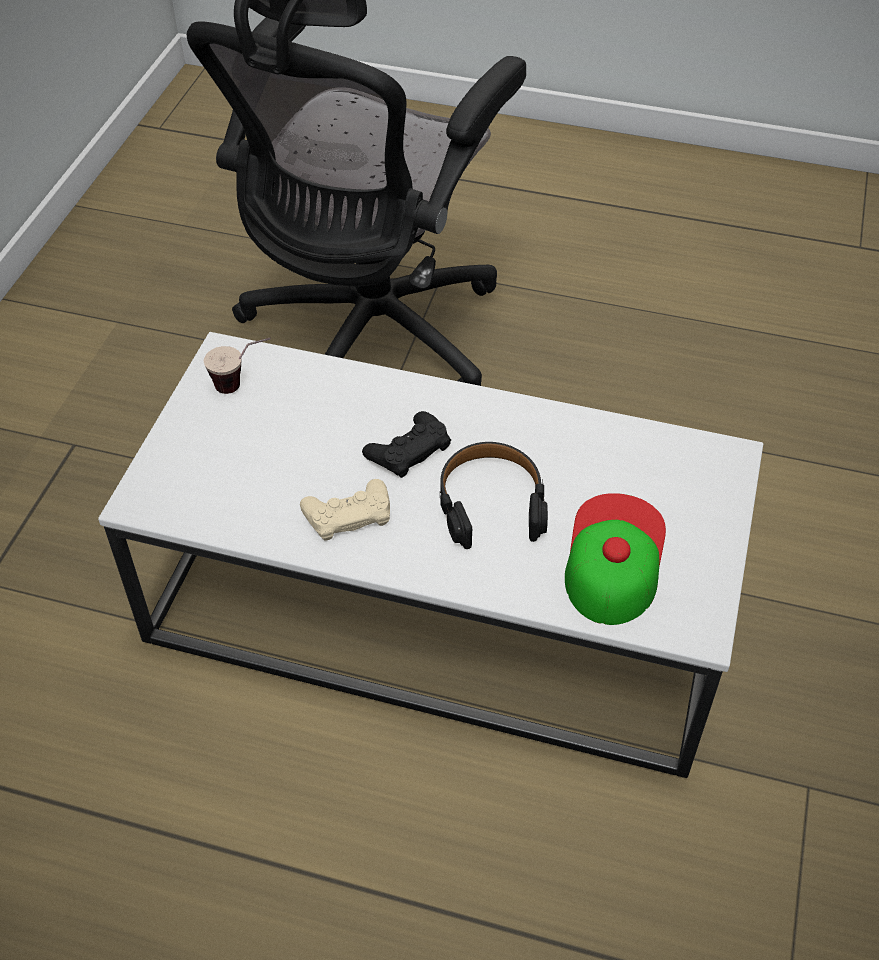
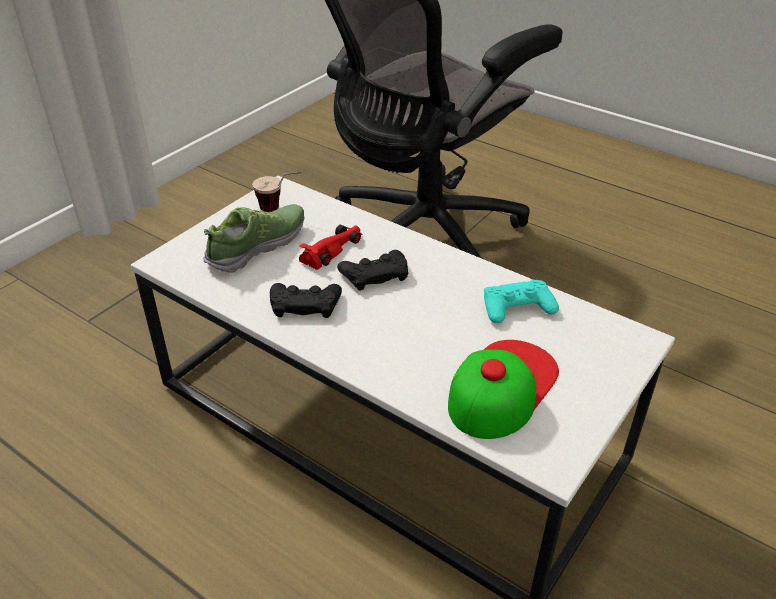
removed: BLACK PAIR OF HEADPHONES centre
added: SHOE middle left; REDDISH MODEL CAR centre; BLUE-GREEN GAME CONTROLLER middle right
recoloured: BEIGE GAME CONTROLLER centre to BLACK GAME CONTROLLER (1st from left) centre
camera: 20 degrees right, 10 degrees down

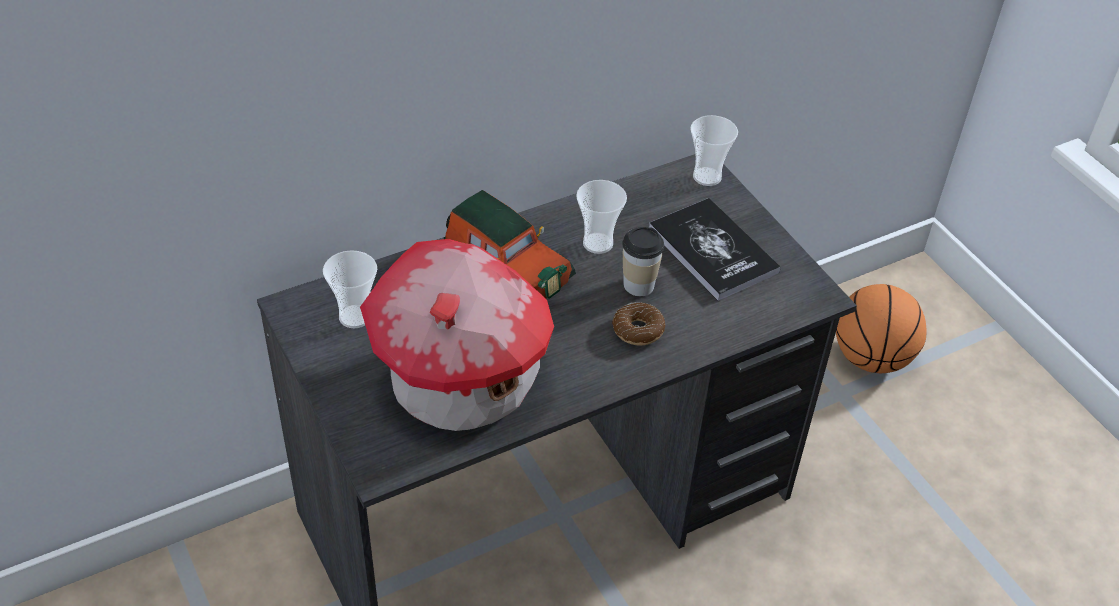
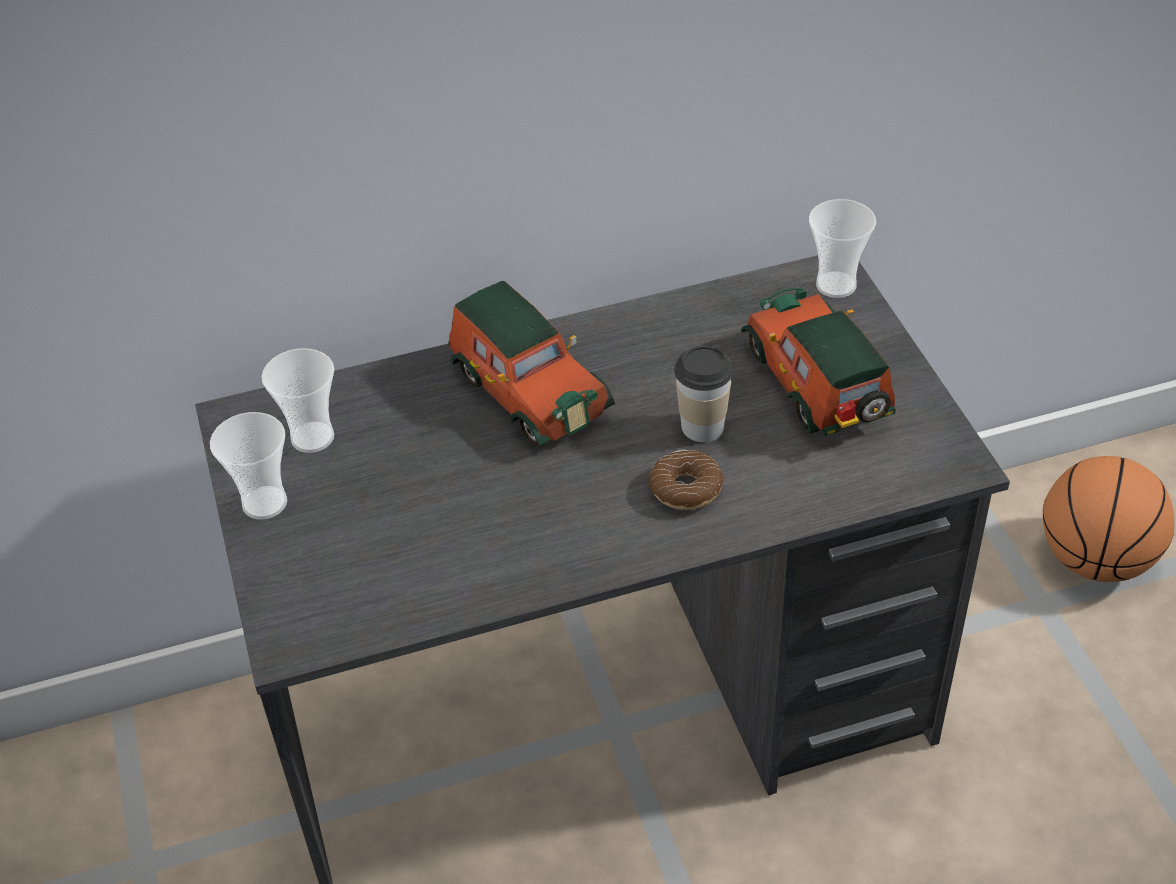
removed: TOY HOUSE centre
moved: CUP (2nd from left in the first image) centre to CUP (1st from left) middle left
replaced: BOOK centre to MODEL CAR (2nd from left) middle right
camera: 15 degrees right, 0 degrees up

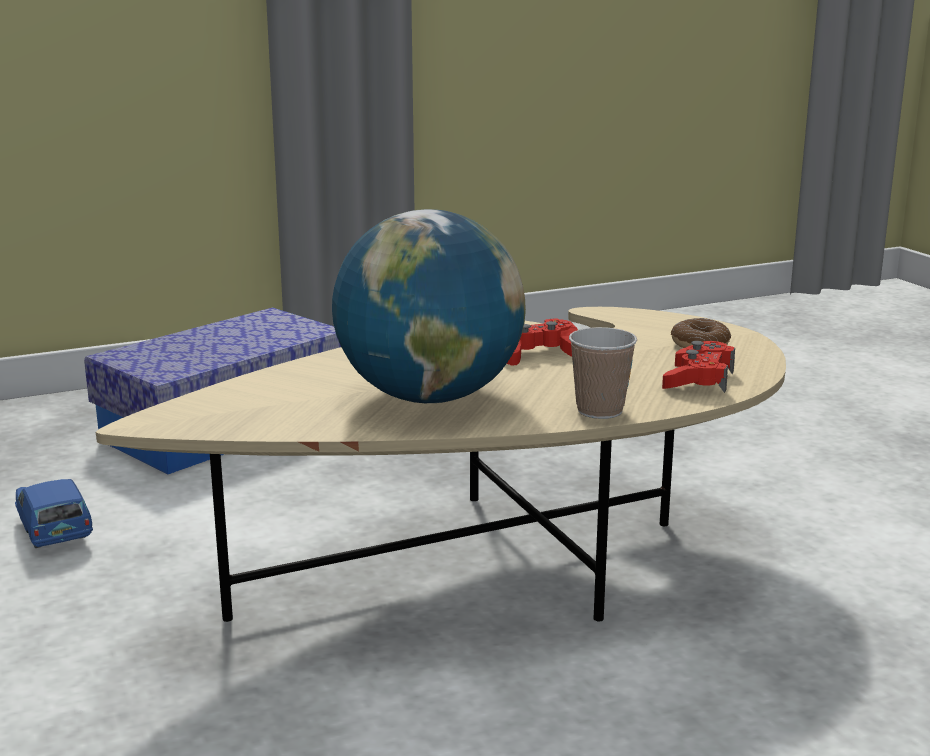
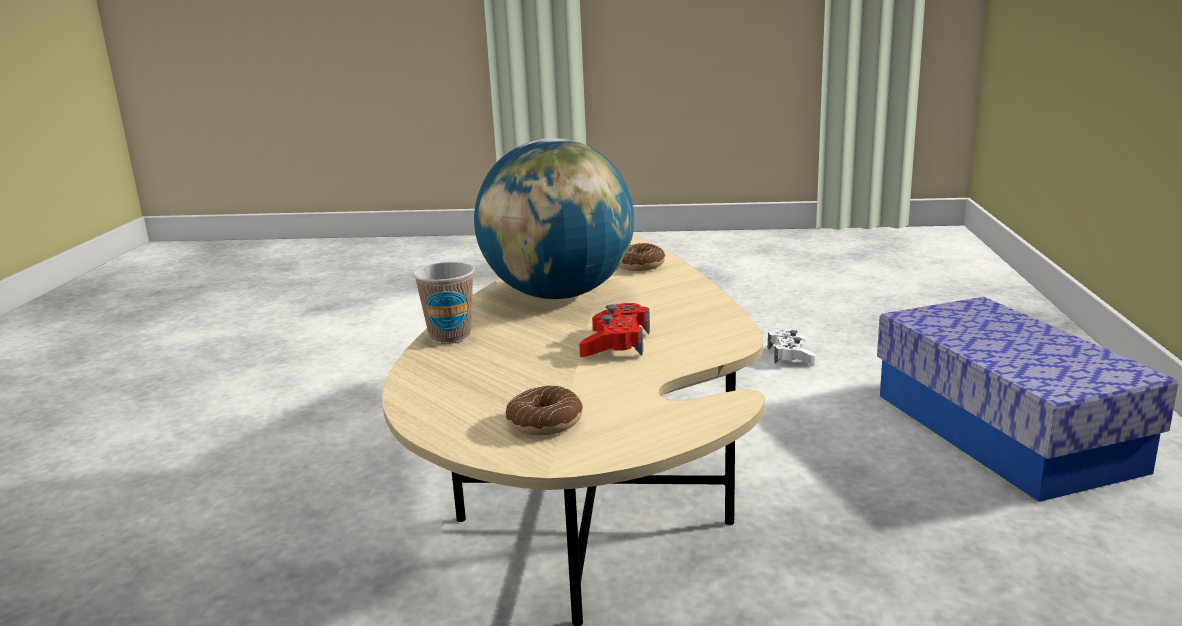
removed: REDDISH GAME CONTROLLER (2nd from left) middle right
added: DOUGHNUT (2nd from left) centre
replaced: BLUISH MODEL CAR bottom left to WHITE GAME CONTROLLER middle right
camera: 120 degrees right, 0 degrees up

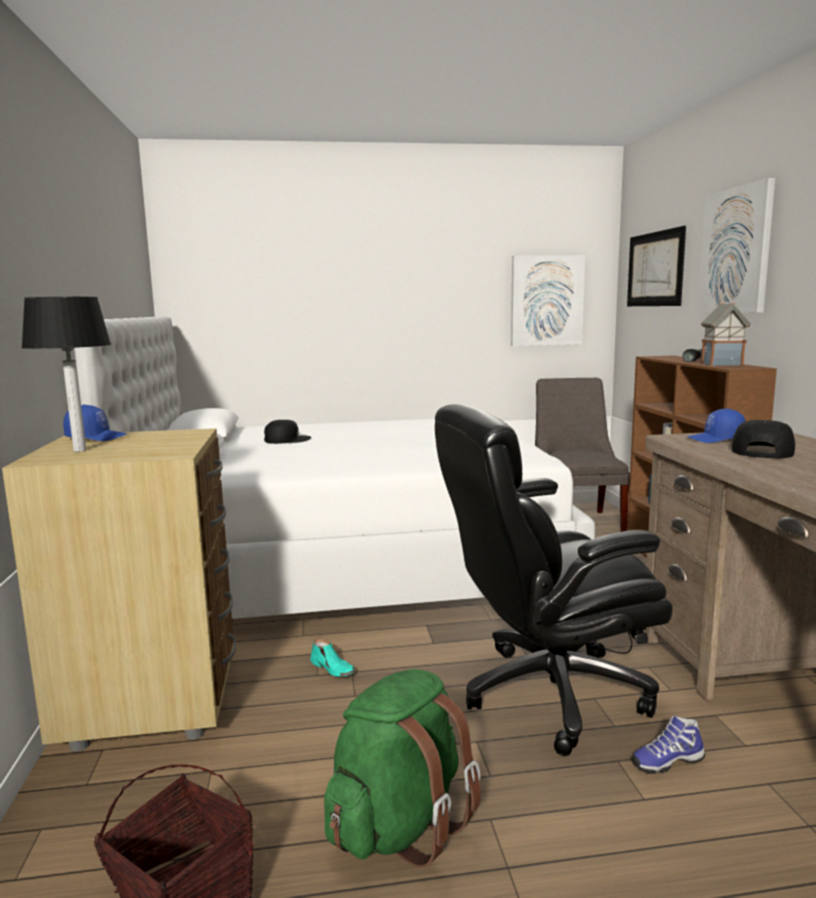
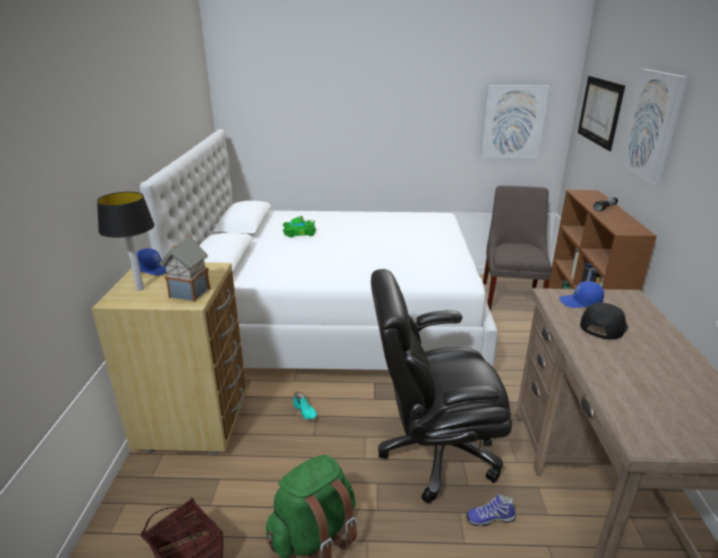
moved: TOY HOUSE middle right to middle left
replaced: BLACK CAP (1st from left) centre to GREEN-COLOURED MODEL CAR centre
camera: 10 degrees right, 15 degrees up

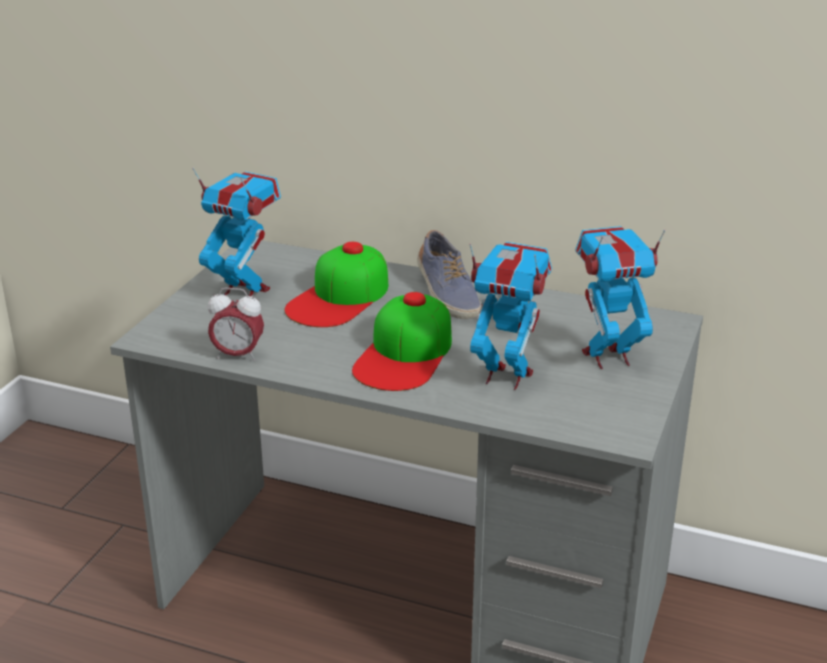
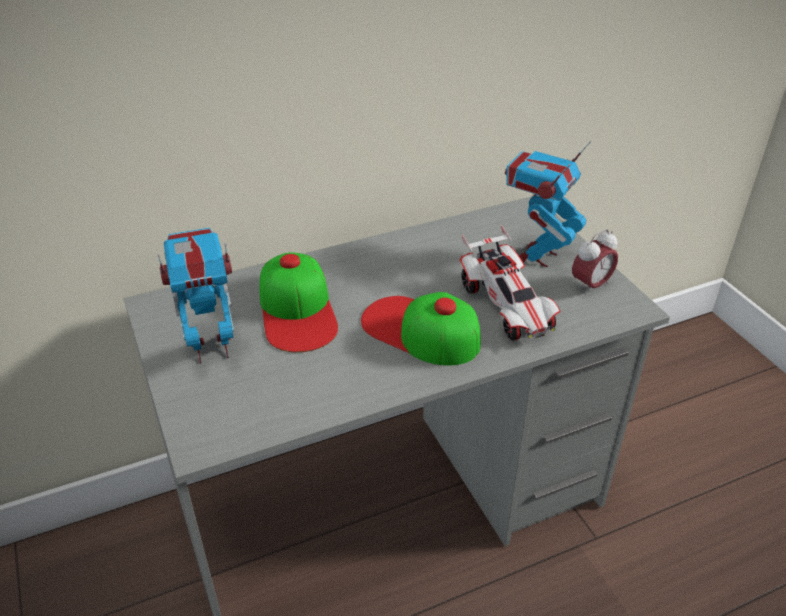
removed: SHOE centre
moved: BEDSIDE CLOCK middle left to middle right
replaced: ROBOT FIGURE (2nd from left) centre to MODEL CAR centre
turned: CAP (2nd from left) centre = centre 150 degrees clockwise
camera: 45 degrees left, 10 degrees up

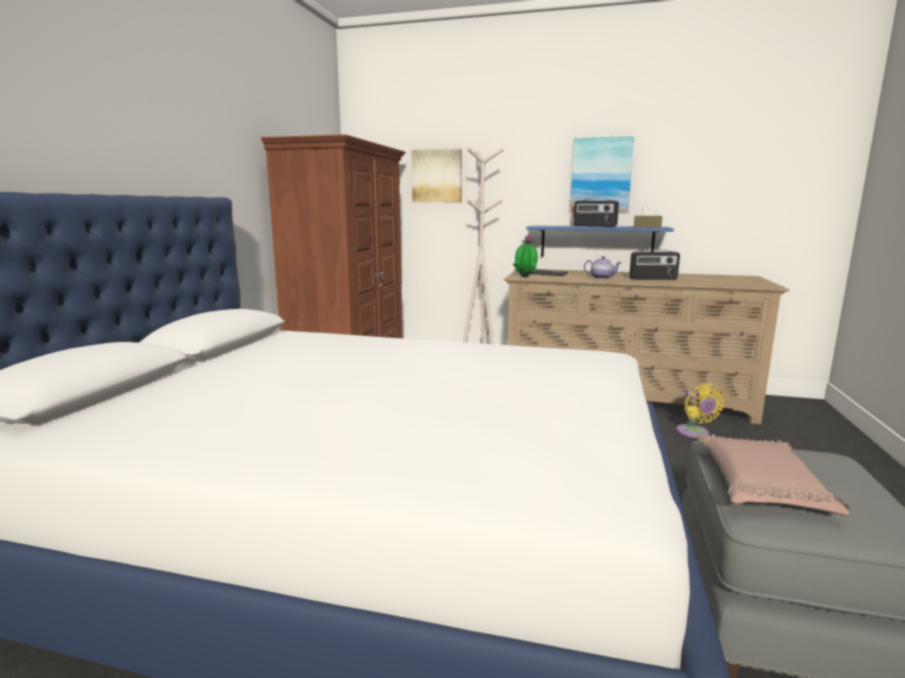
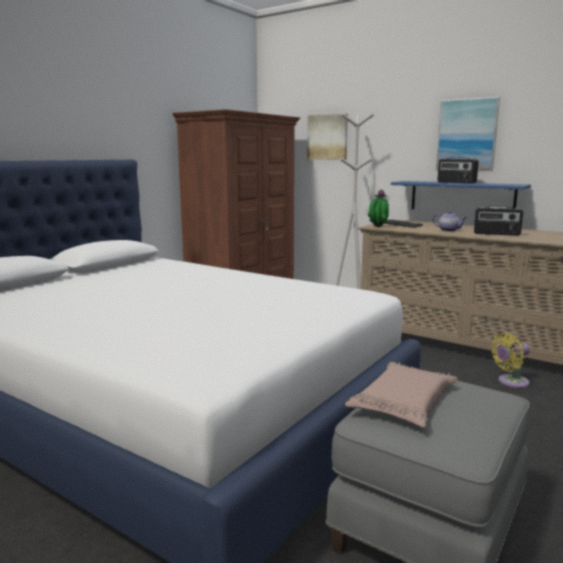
removed: BROWN-COLOURED TISSUE BOX top right
turned: YELLOW FAN middle right = middle right 60 degrees clockwise
camera: 20 degrees right, 0 degrees up

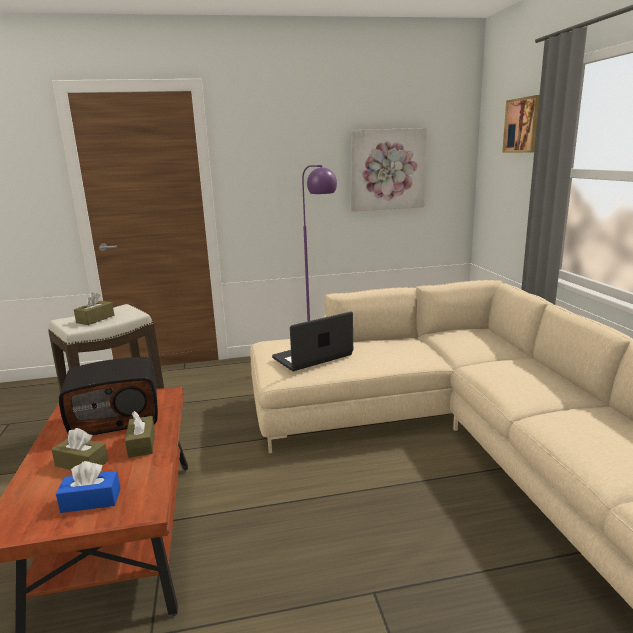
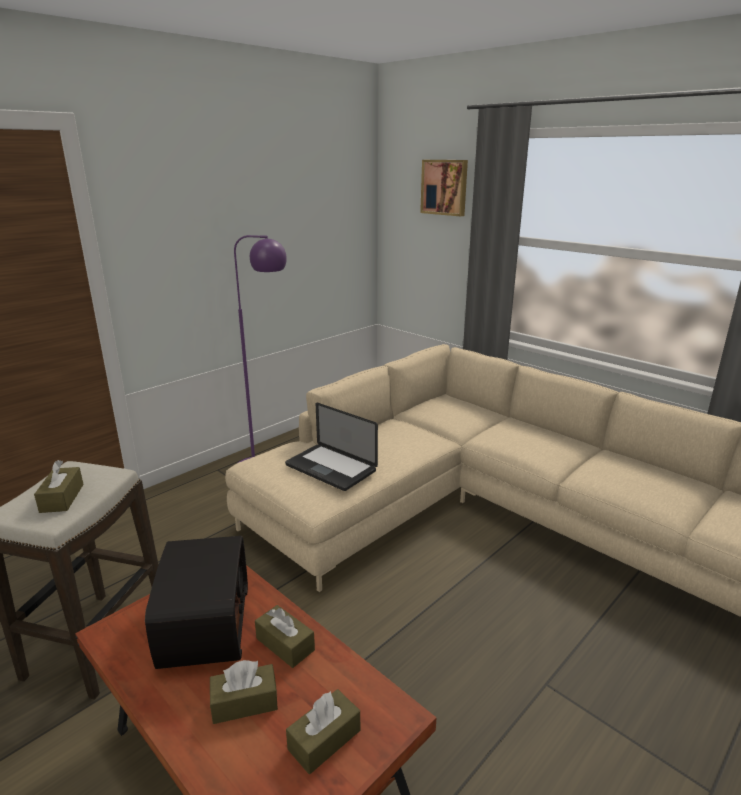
removed: WALL ART (1st from left) top centre
recoloured: BLUISH TISSUE BOX bottom left to BROWN-COLOURED TISSUE BOX (4th from left) bottom centre
turned: RADIO RECEIVER middle left = bottom left 45 degrees counterclockwise; PORTABLE COMPUTER centre = centre 75 degrees counterclockwise
camera: 35 degrees left, 5 degrees up

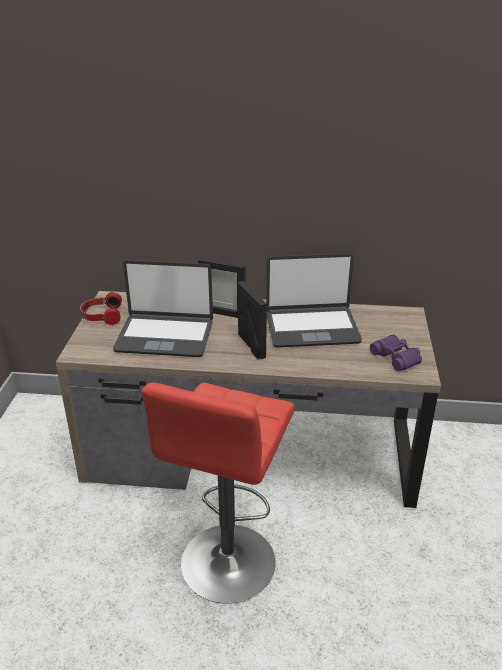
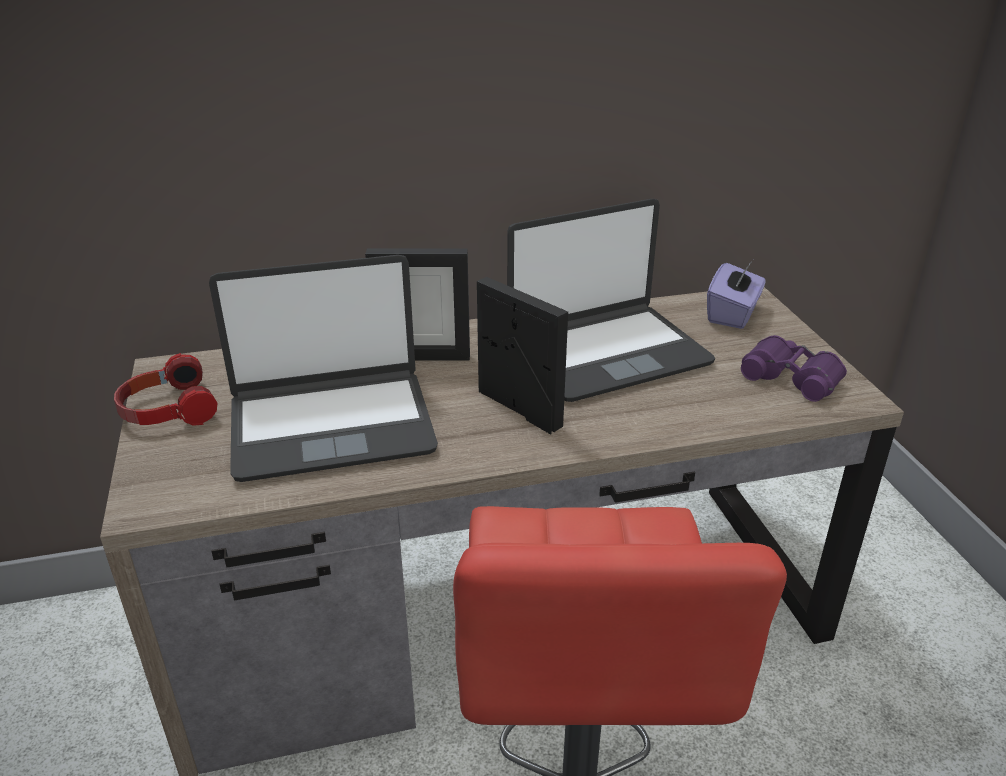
added: PURPLISH TISSUE BOX middle right
camera: 20 degrees left, 0 degrees up

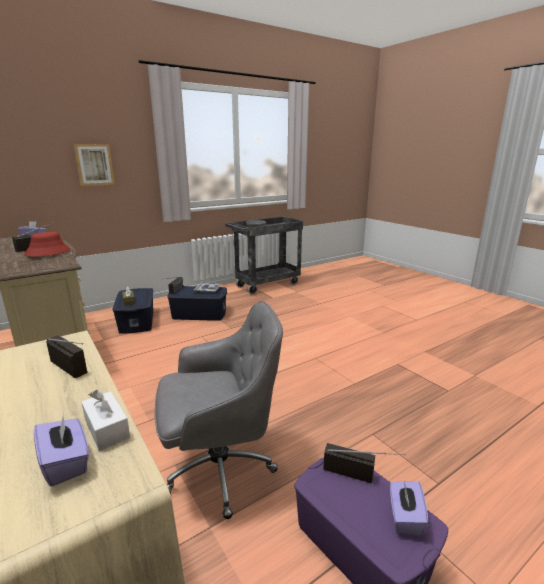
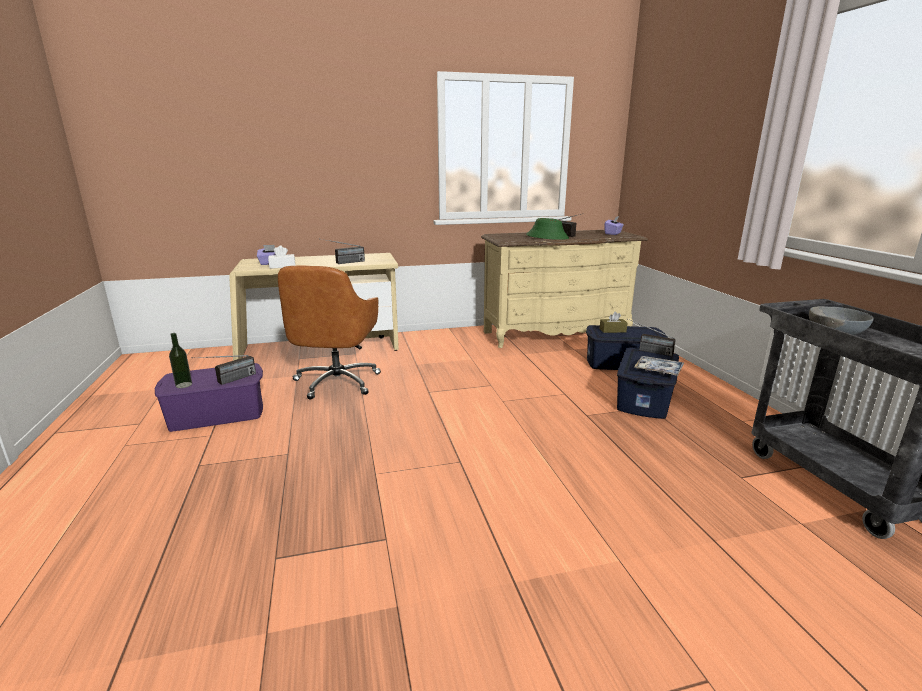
removed: WALL ART top left
replaced: PURPLISH TISSUE BOX (3rd from left) bottom right to BEVERAGE BOTTLE middle left
recoloured: REDDISH WEARABLE HAT middle left to GREEN-COLOURED WEARABLE HAT top centre; GRAY OFFICE CHAIR bottom centre to BROWN-COLOURED OFFICE CHAIR centre
camera: 110 degrees right, 0 degrees up

